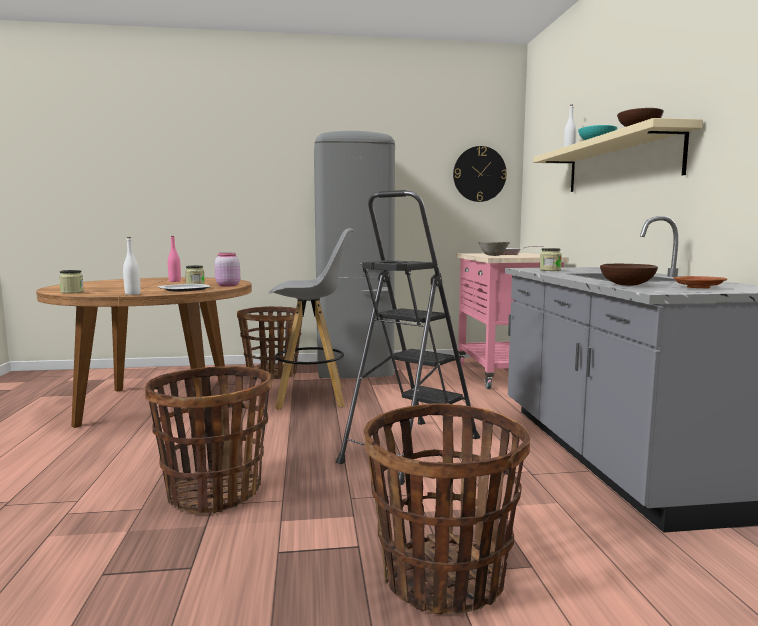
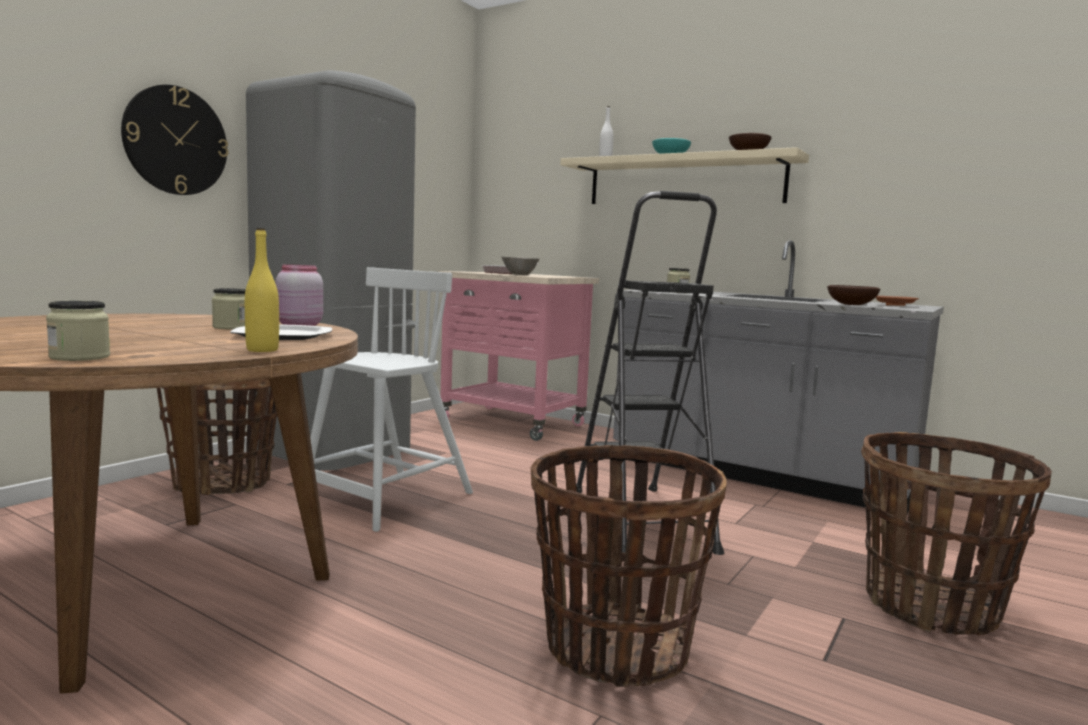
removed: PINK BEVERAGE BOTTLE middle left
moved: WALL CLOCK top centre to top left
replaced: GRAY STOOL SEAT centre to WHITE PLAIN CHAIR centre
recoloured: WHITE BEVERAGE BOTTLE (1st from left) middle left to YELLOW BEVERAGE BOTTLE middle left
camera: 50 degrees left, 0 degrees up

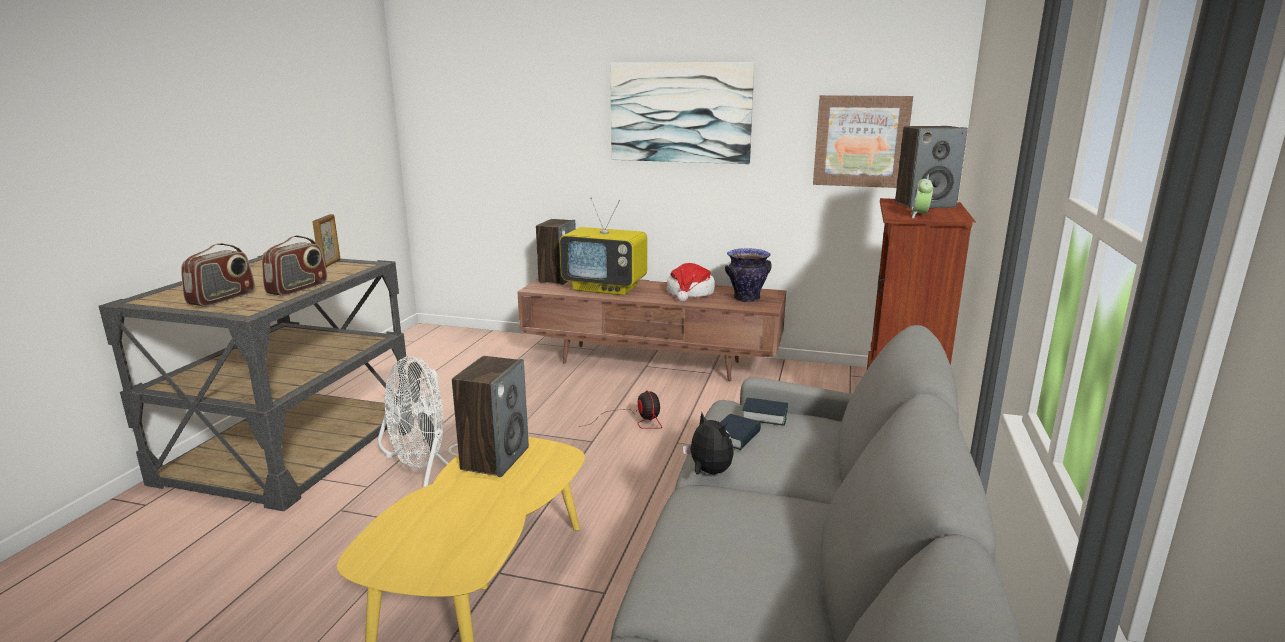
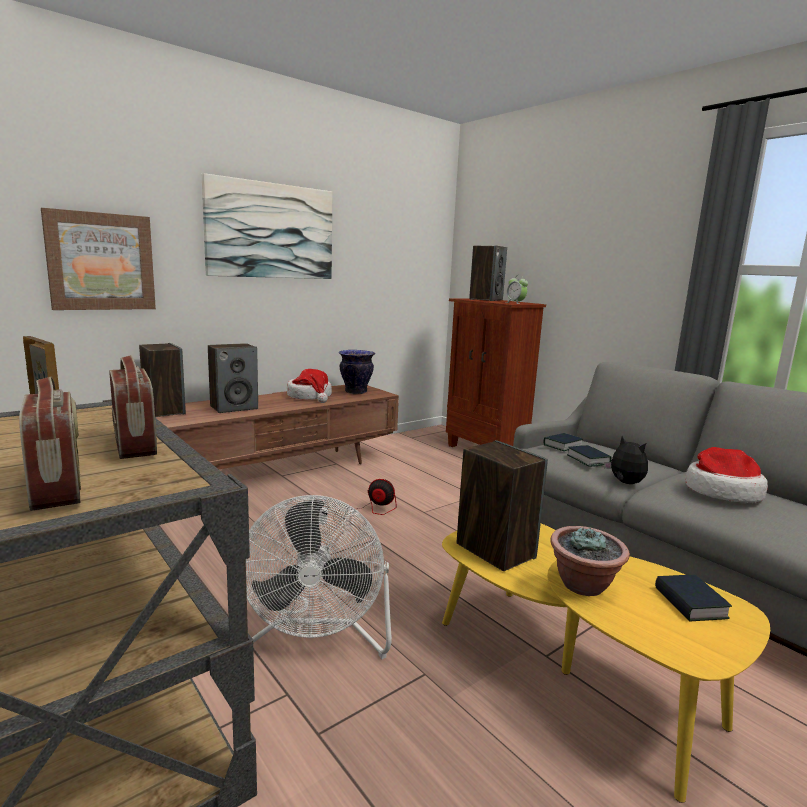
added: HOUSEPLANT bottom right; BOOK (3rd from left) bottom right; WEARABLE HAT (2nd from left) middle right
moved: WALL ART (2nd from left in the first image) top right to WALL ART (1st from left) top left
replaced: TV SET centre to SPEAKER (2nd from left) middle left
turned: SOFT TOY bottom centre = middle right 60 degrees clockwise
camera: 55 degrees left, 5 degrees down

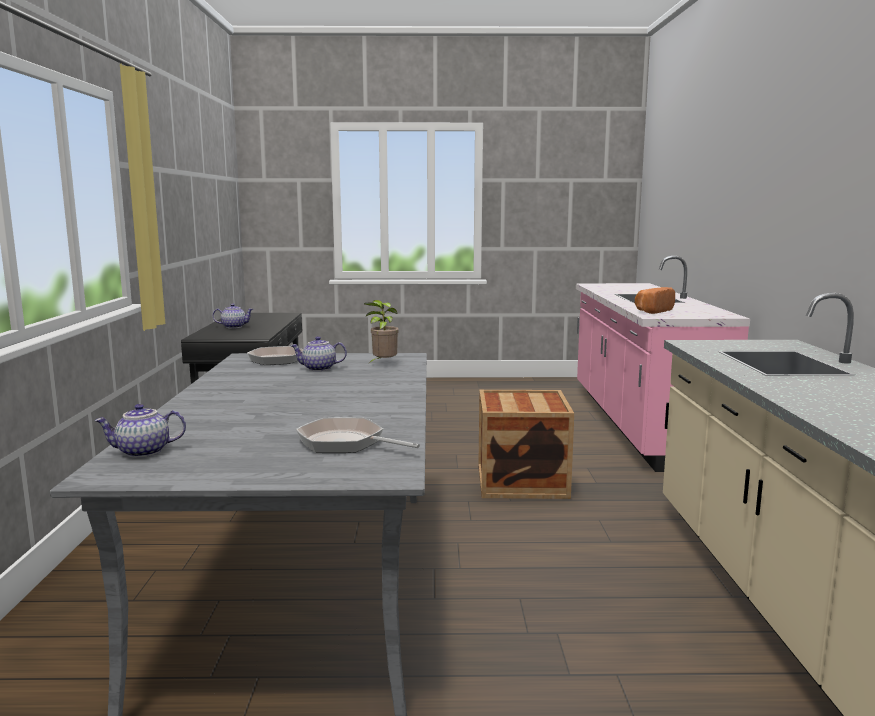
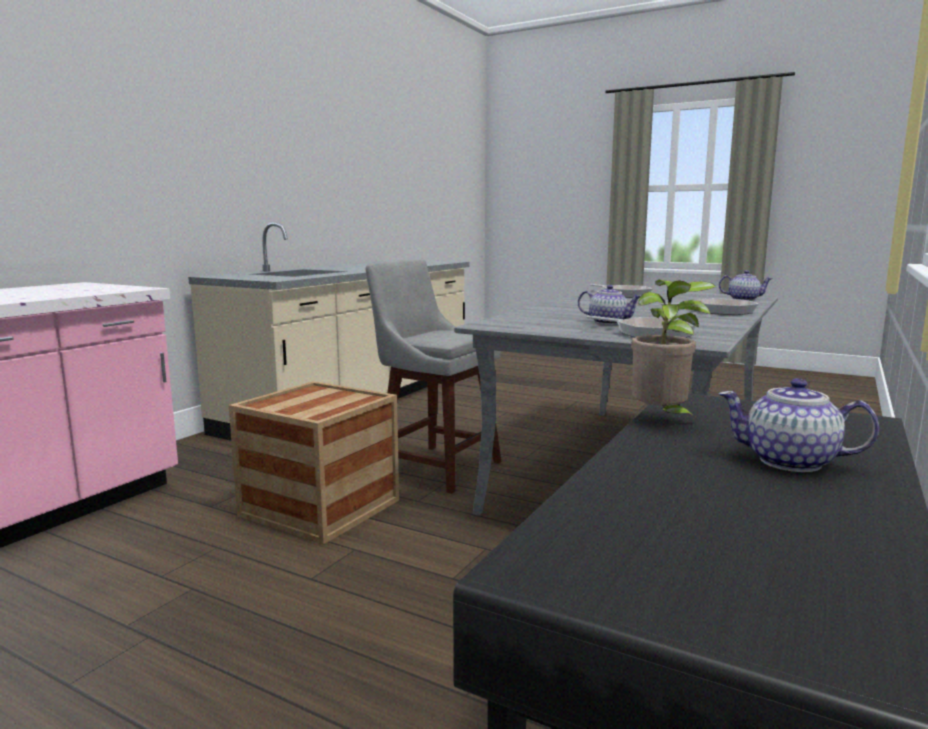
removed: BAKED BREAD middle right
added: GRAY PLAIN CHAIR centre; PAN (3rd from left) middle right
moved: HOUSEPLANT centre to middle right
camera: 150 degrees left, 0 degrees up

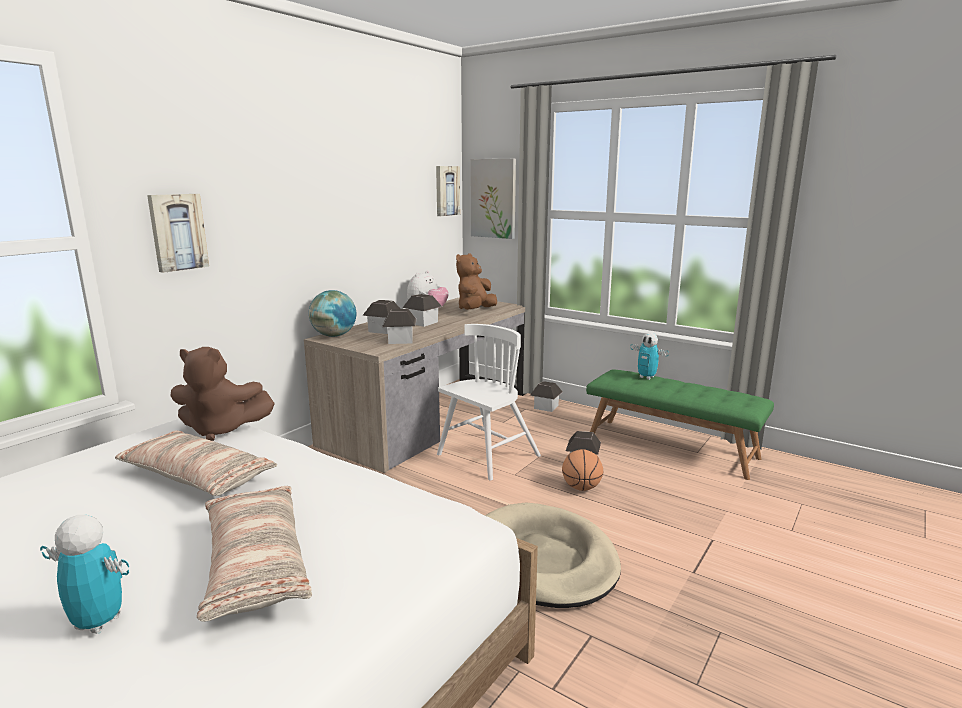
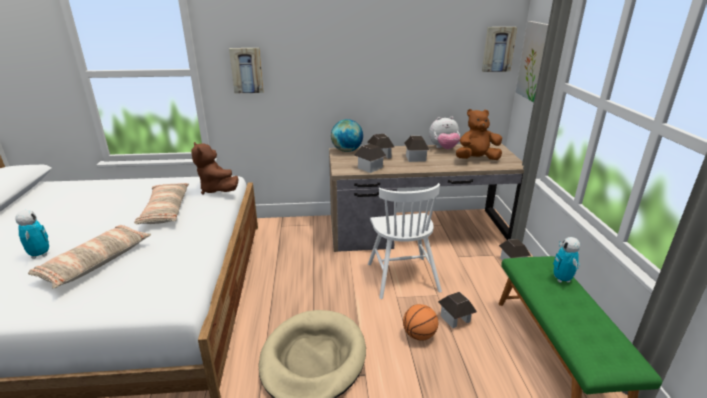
turned: WHITE PLAIN CHAIR centre = centre 75 degrees clockwise
camera: 50 degrees right, 10 degrees up

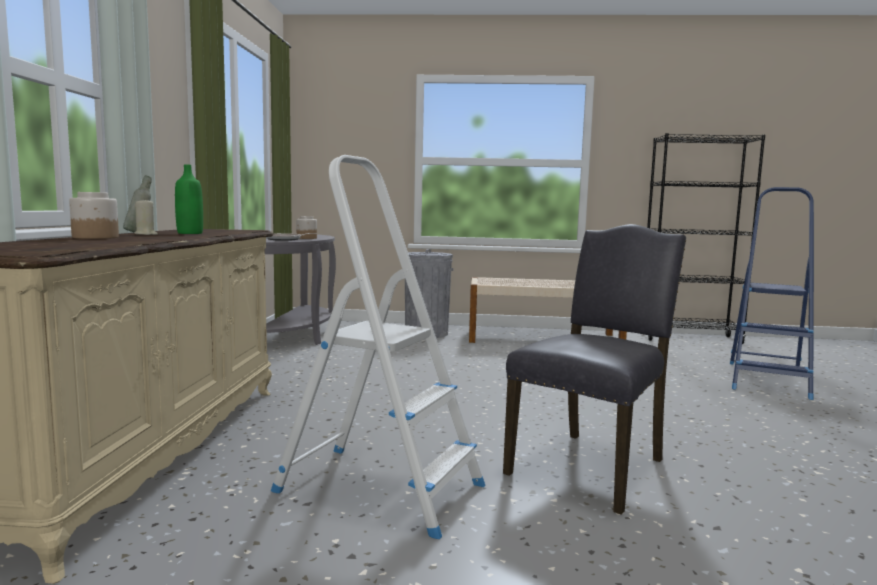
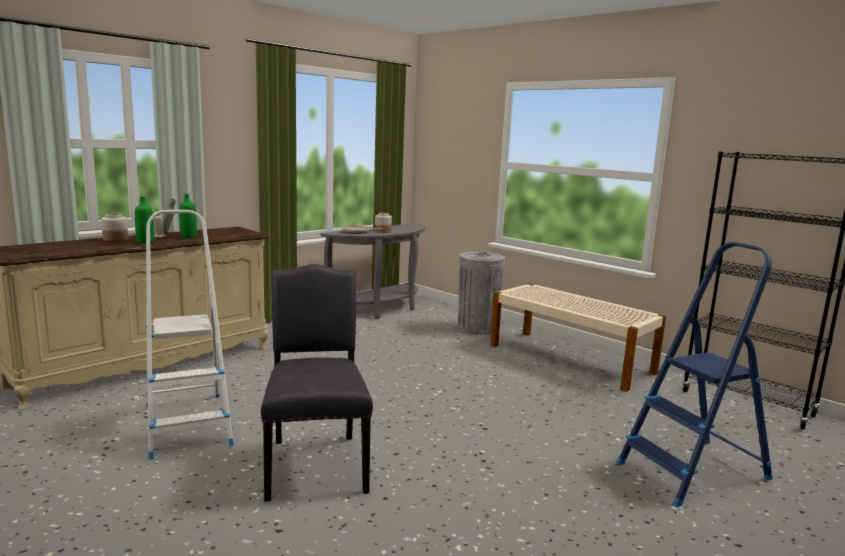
added: GREEN-COLOURED BEVERAGE BOTTLE (1st from left) middle left
turned: GRAY PLAIN CHAIR middle right = bottom centre 90 degrees counterclockwise
camera: 40 degrees right, 5 degrees up

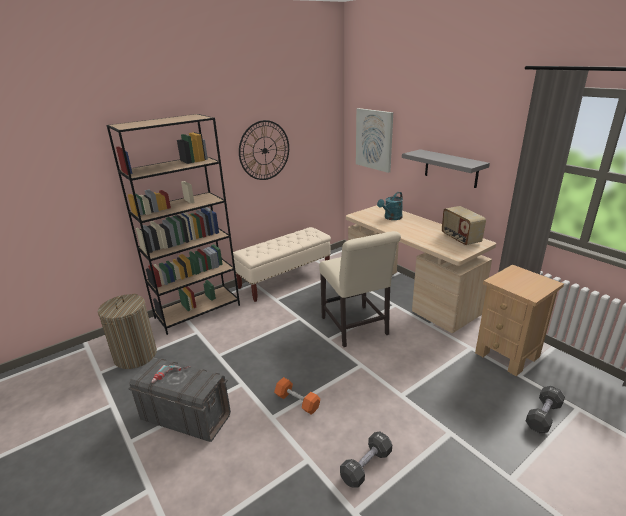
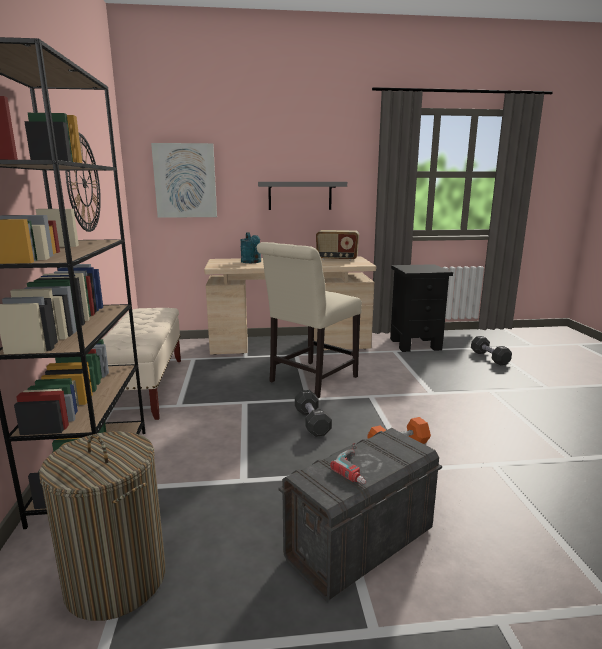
moved: BLACK DUMBBELL (1st from left) bottom centre to centre
recoloured: BEIGE NIGHT TABLE middle right to BLACK NIGHT TABLE middle right
turned: BEIGE PLAIN CHAIR centre = centre 120 degrees clockwise
camera: 60 degrees left, 10 degrees down

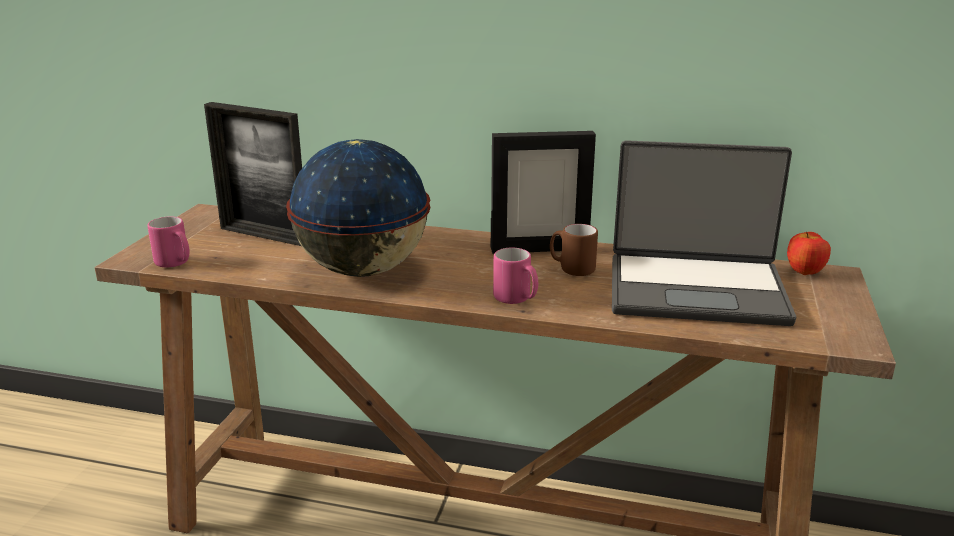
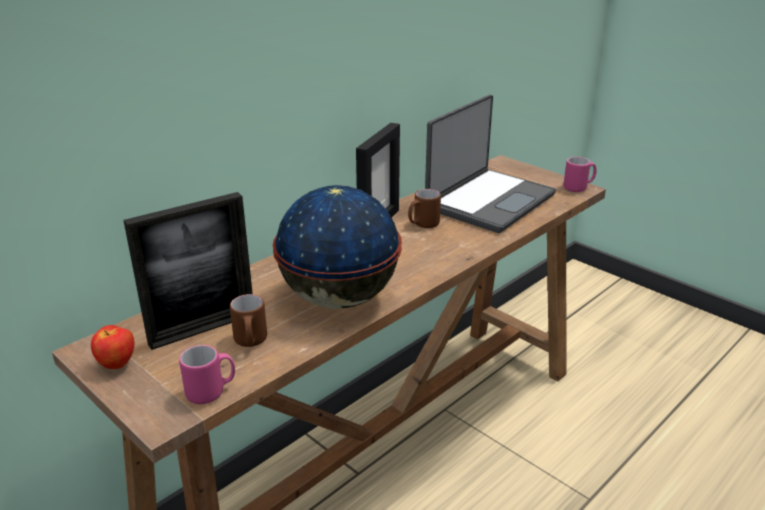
added: BROWN-COLOURED COFFEE MUG (1st from left) middle left
moved: PINK COFFEE MUG (2nd from left) centre to middle right; APPLE FRUIT middle right to bottom left
camera: 60 degrees left, 5 degrees up

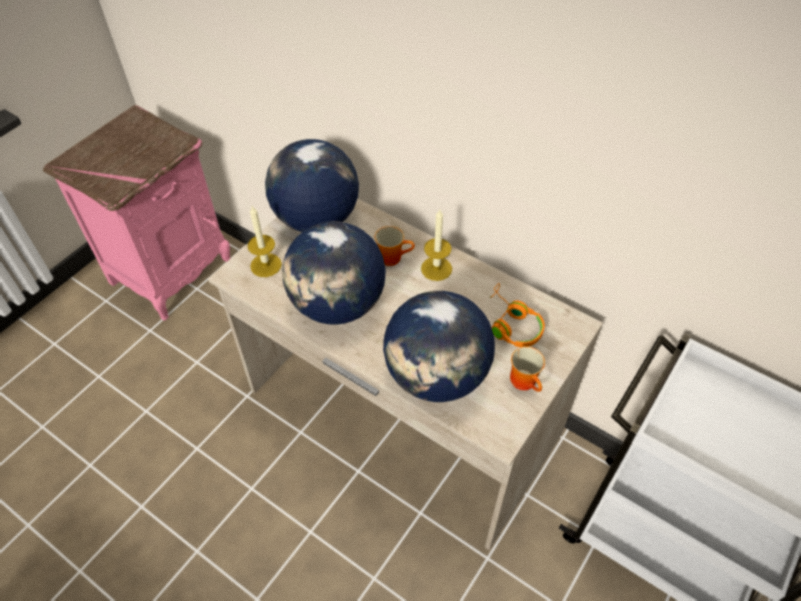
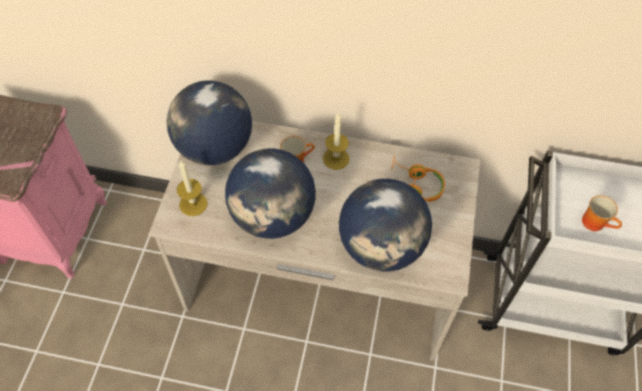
moved: COFFEE MUG (2nd from left) centre to middle right
camera: 25 degrees left, 5 degrees up

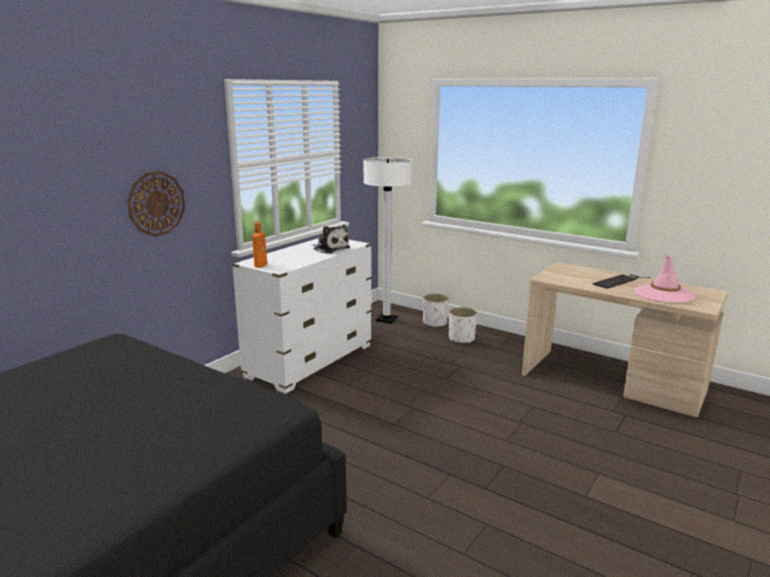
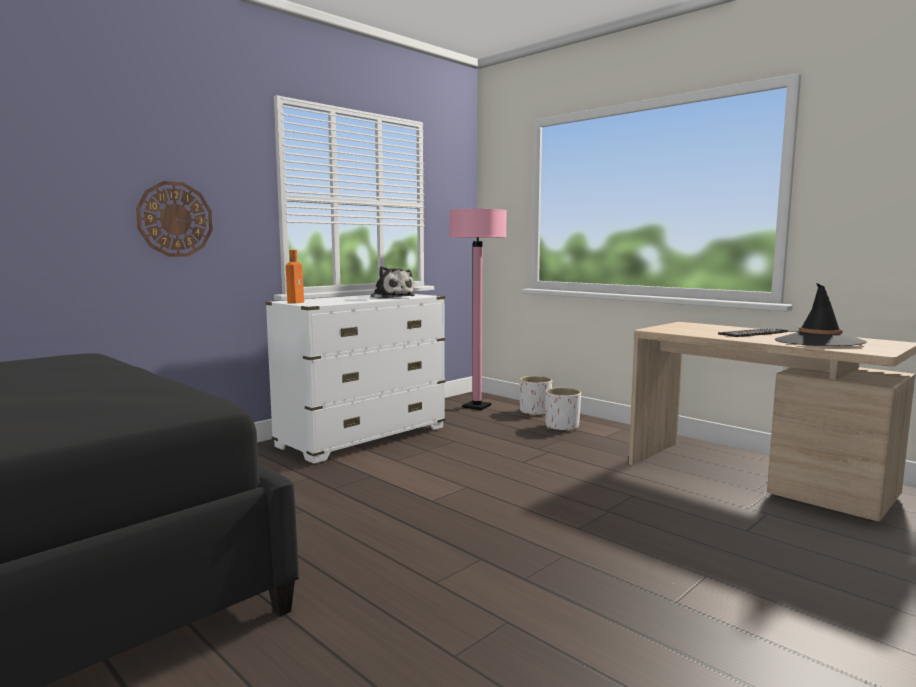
recoloured: WHITE STANDING LAMP centre to PINK STANDING LAMP centre; PINK WEARABLE HAT middle right to BLACK WEARABLE HAT middle right
camera: 10 degrees right, 10 degrees down

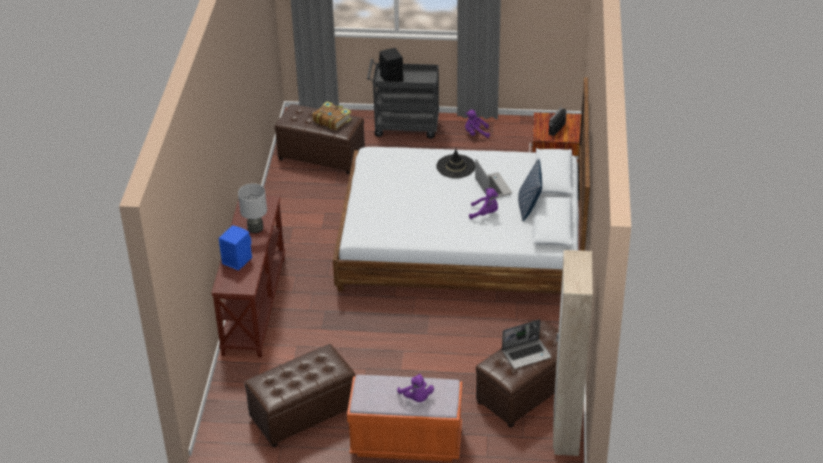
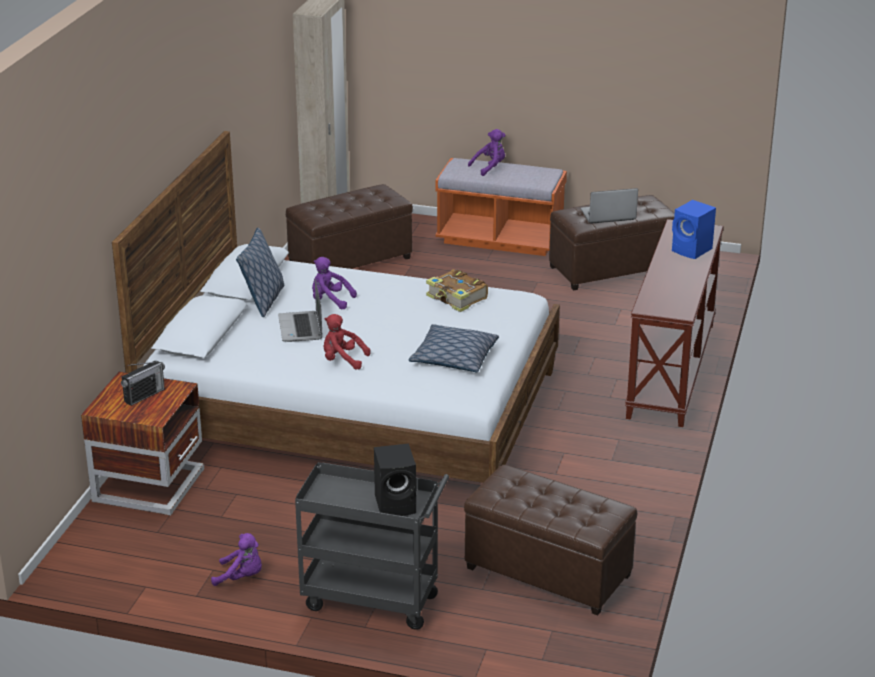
removed: GRAY LAMP FOR A TABLE middle left
added: PILLOW (2nd from left) centre
moved: BOOK top centre to centre; PORTABLE COMPUTER (2nd from left) bottom centre to top right
replaced: BLACK WEARABLE HAT centre to REDDISH SOFT TOY centre
turned: PURPLISH SOFT TOY (1st from left in the first image) bottom centre = top centre 75 degrees clockwise
camera: 170 degrees left, 10 degrees down

